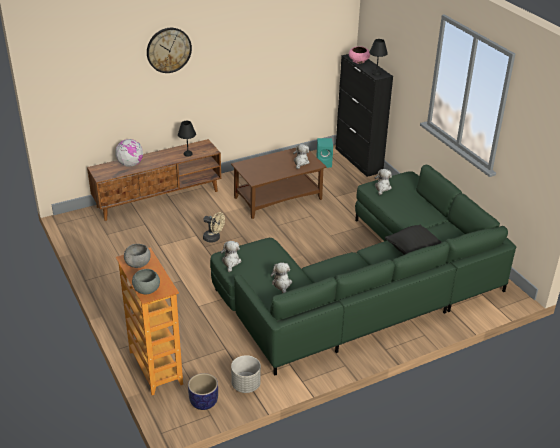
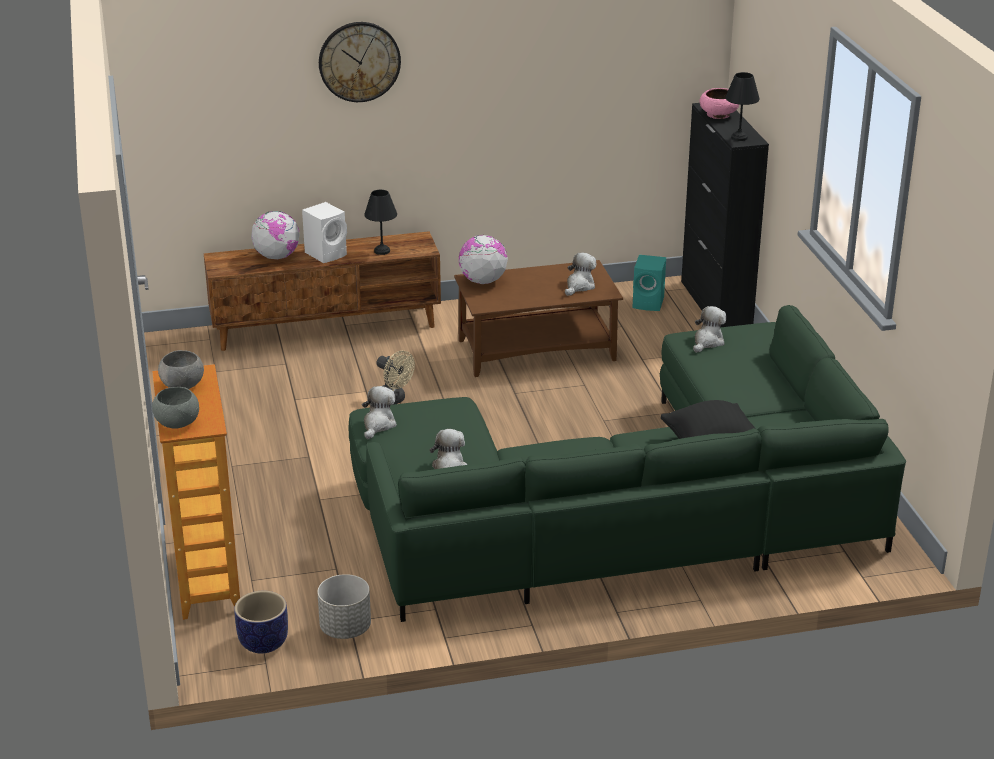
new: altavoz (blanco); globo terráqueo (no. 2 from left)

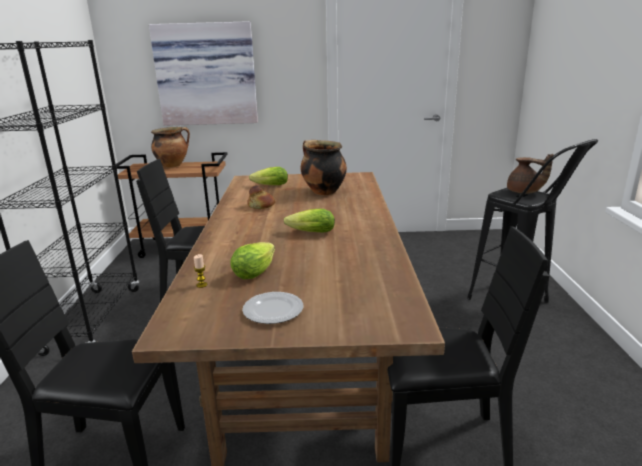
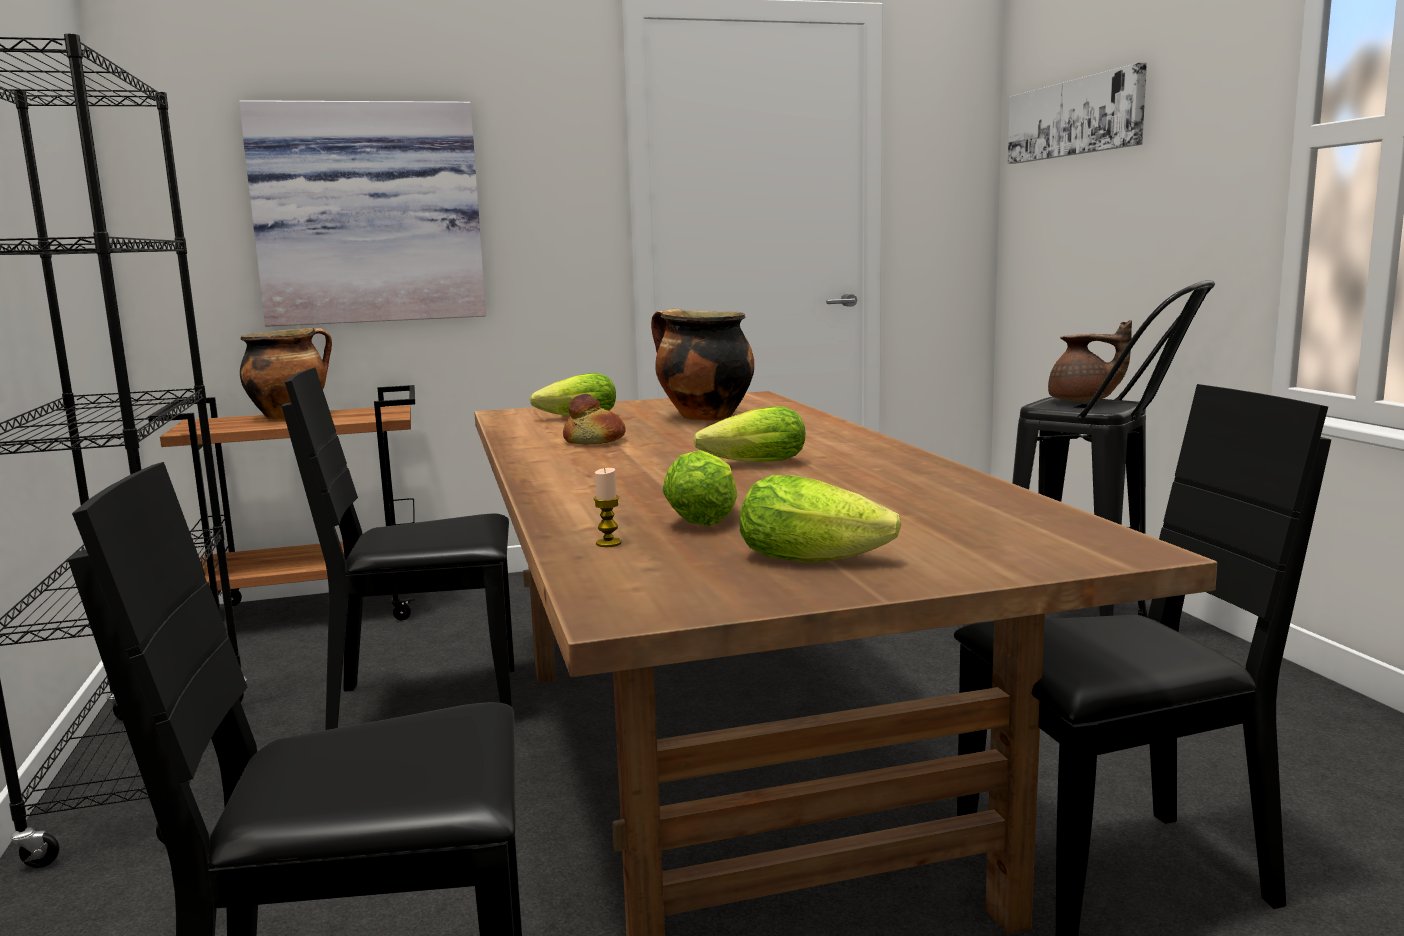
new: cuadro (no. 2 from left)
swapped: plato to lechuga (no. 4 from left)

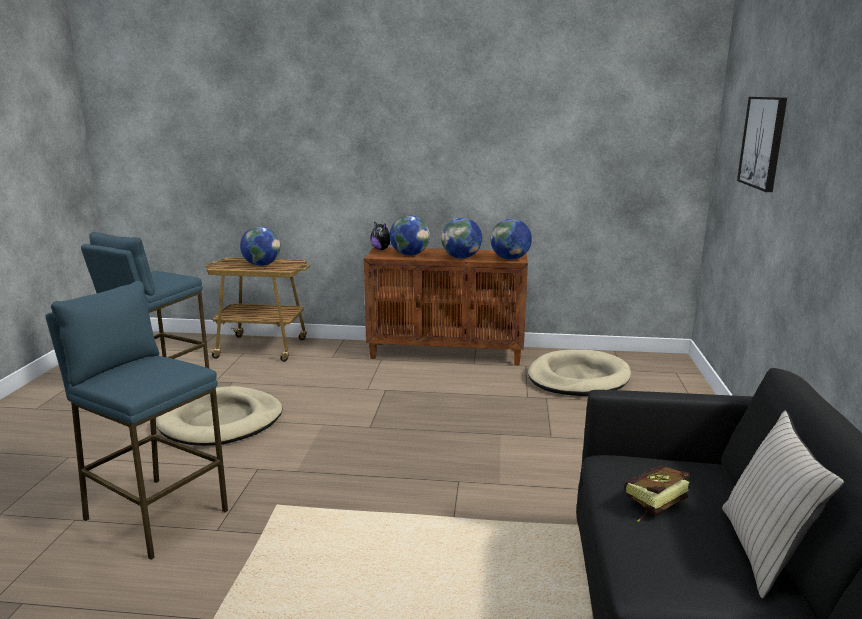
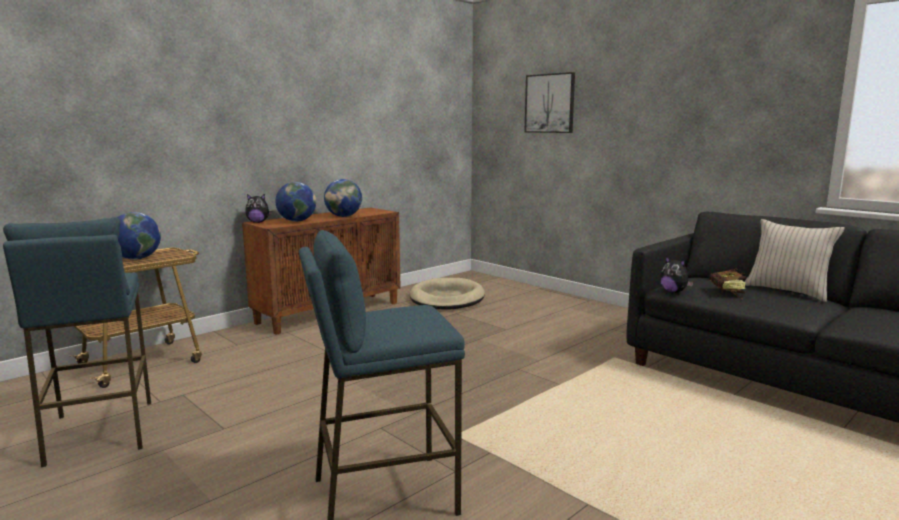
gone: cama para perro (beis) (no. 1 from left); globo terráqueo (no. 4 from left)
new: peluche (no. 2 from left)

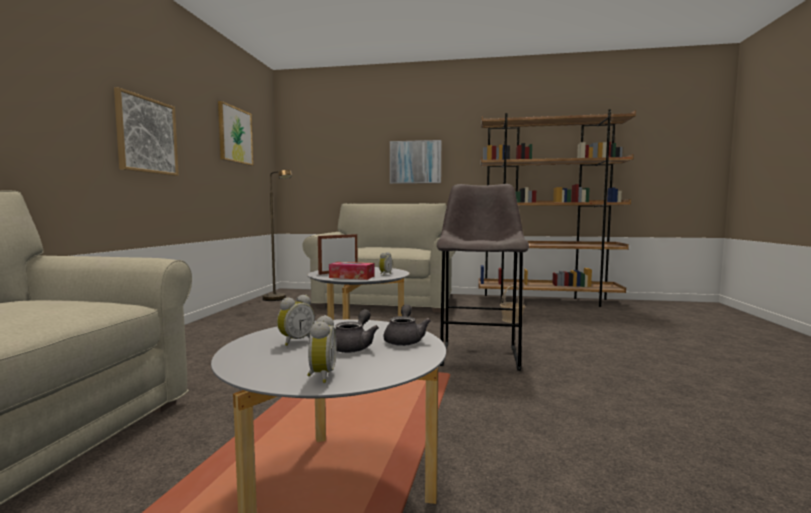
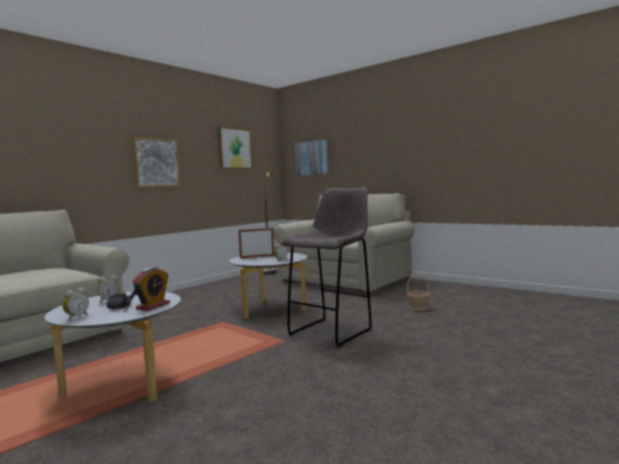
gone: caja de pañuelos; estantería (marrón)
shifted: cuadro (no. 3 from left)
swapped: tetera (gris) (no. 2 from left) to despertador (no. 3 from left)

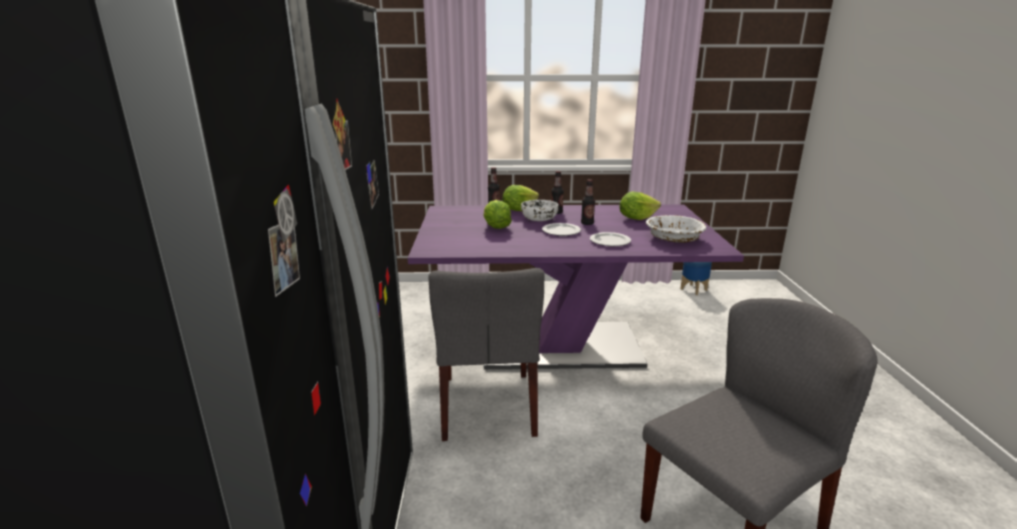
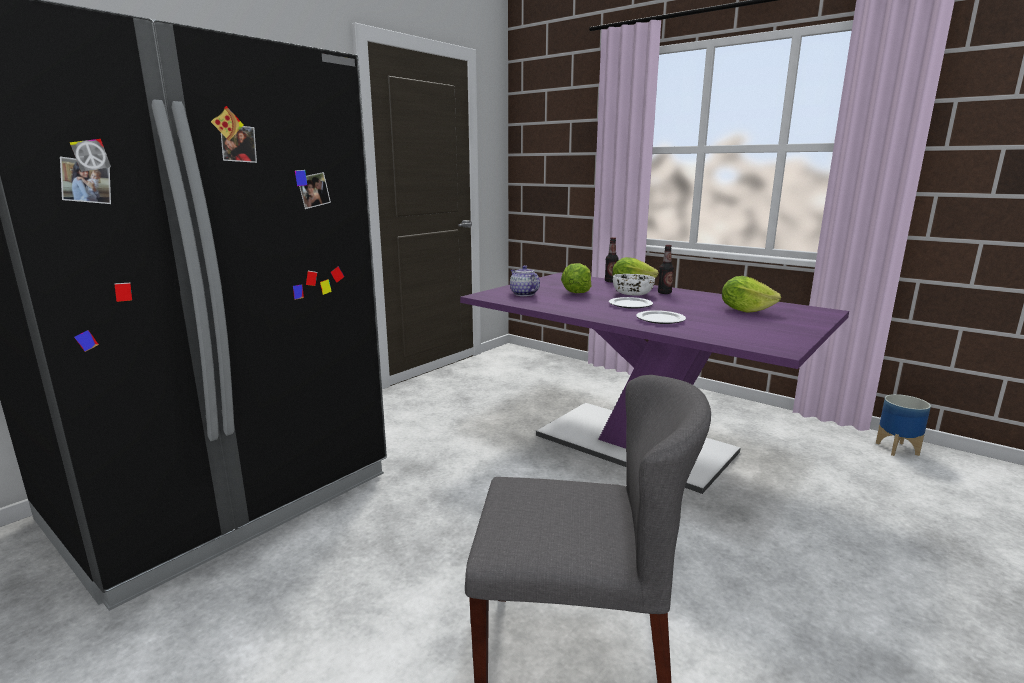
gone: silla (gris) (no. 1 from left); botella (no. 3 from left); cuenco (blanco) (no. 2 from left)
new: tetera

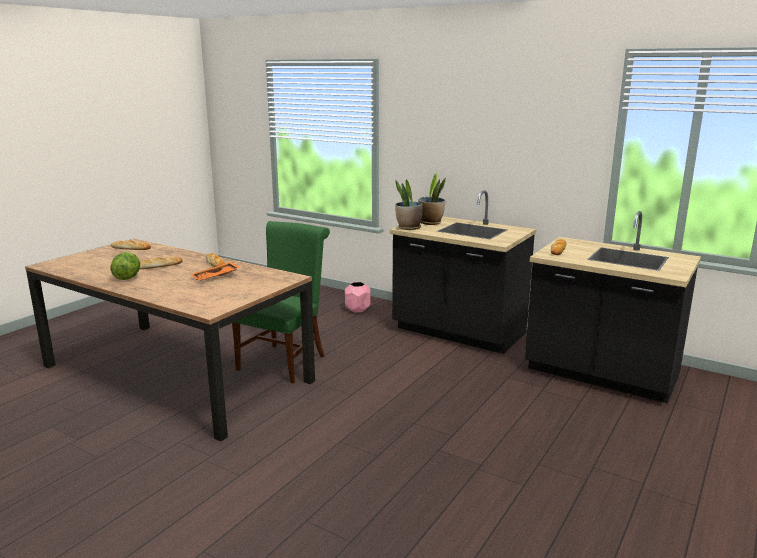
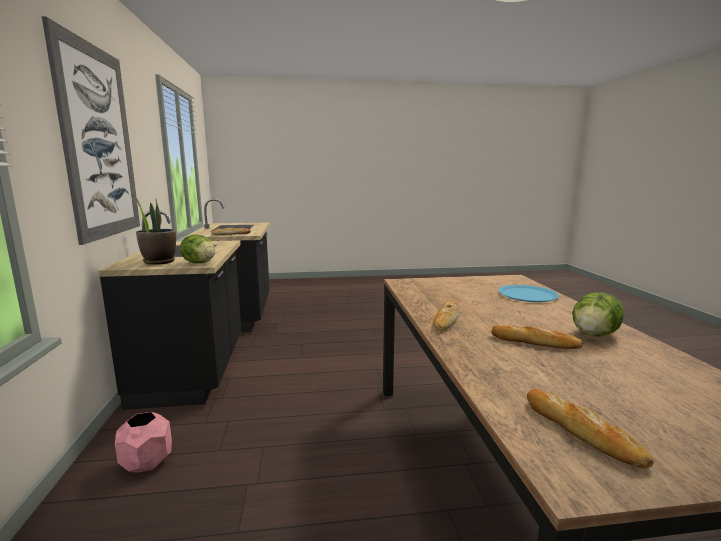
gone: bandeja (naranja); silla (verde)
new: cuadro; plato (azul)
swapped: planta en maceta (no. 1 from left) to lechuga (no. 1 from left)

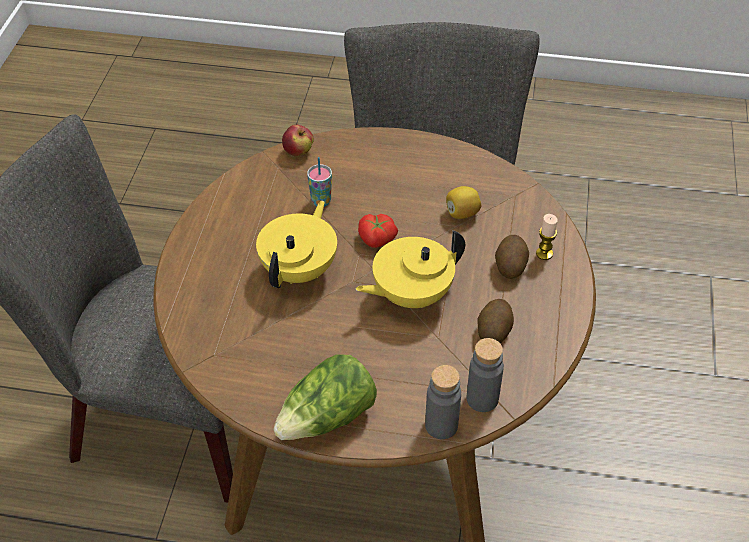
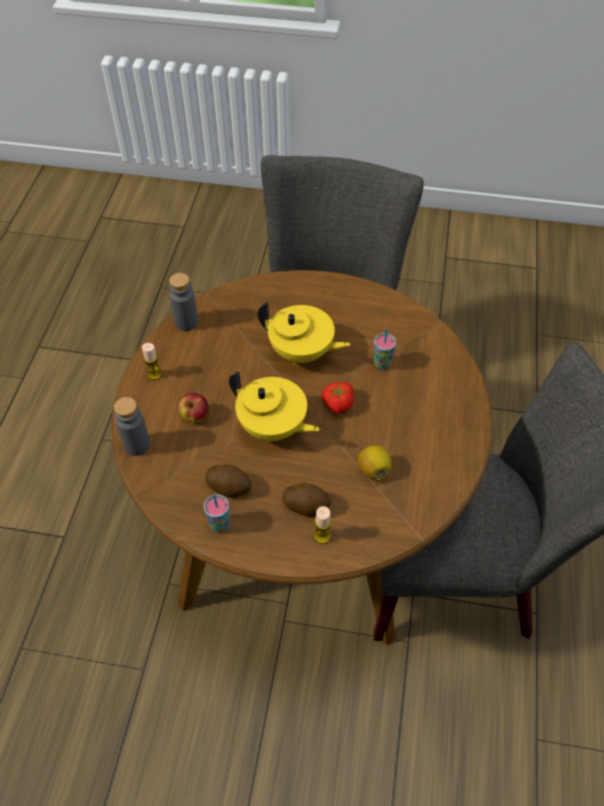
new: taza (no. 1 from left)
shifted: manzana; botella (gris) (no. 2 from left)
swapped: lechuga to vela (no. 1 from left)
rotated: tetera (amarillo) (no. 2 from left in the first image) 150 degrees clockwise

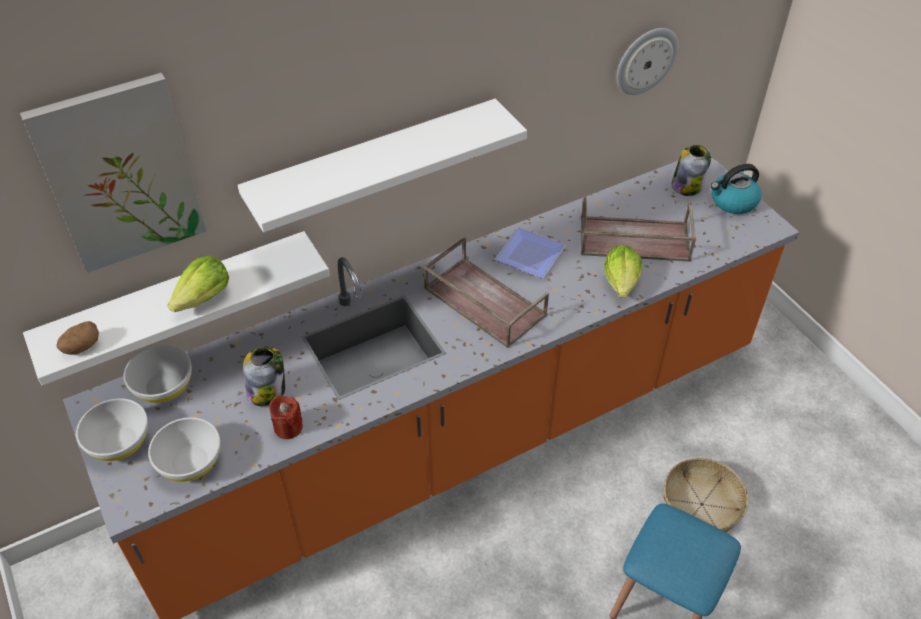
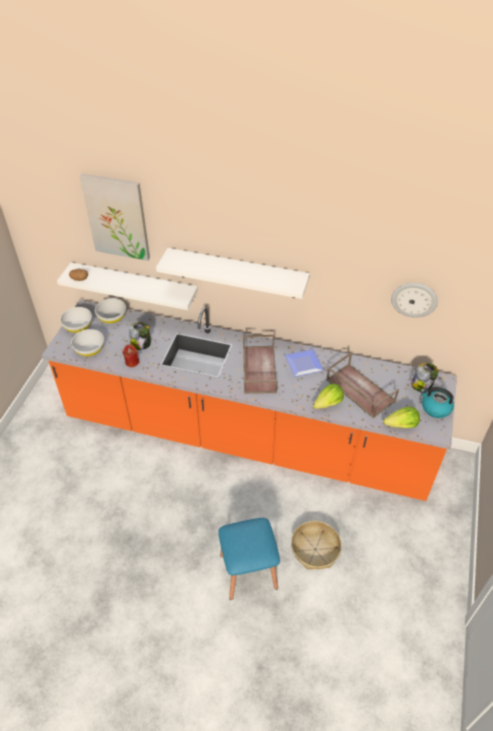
shifted: lechuga (no. 1 from left in the first image) to lechuga (no. 2 from left)

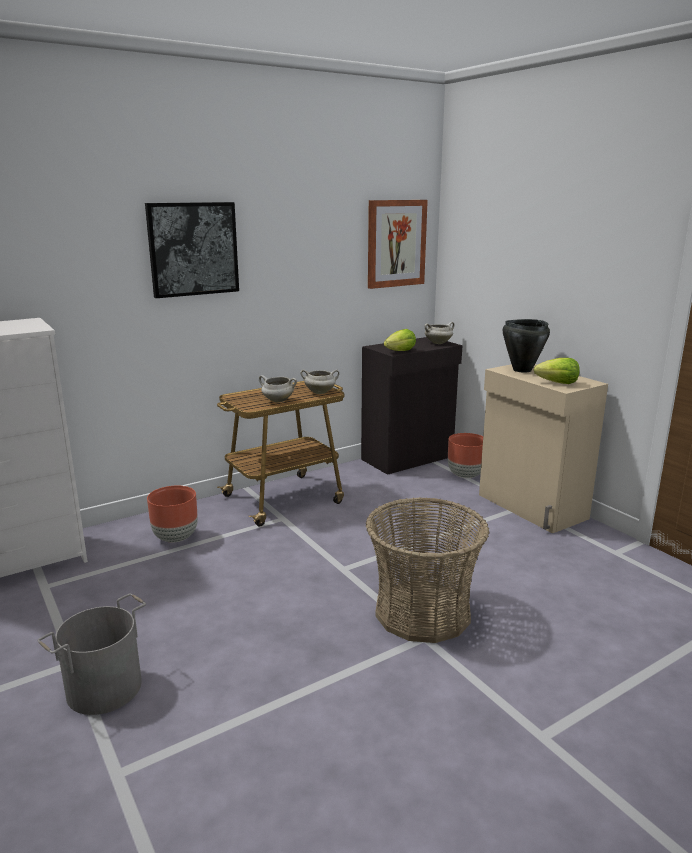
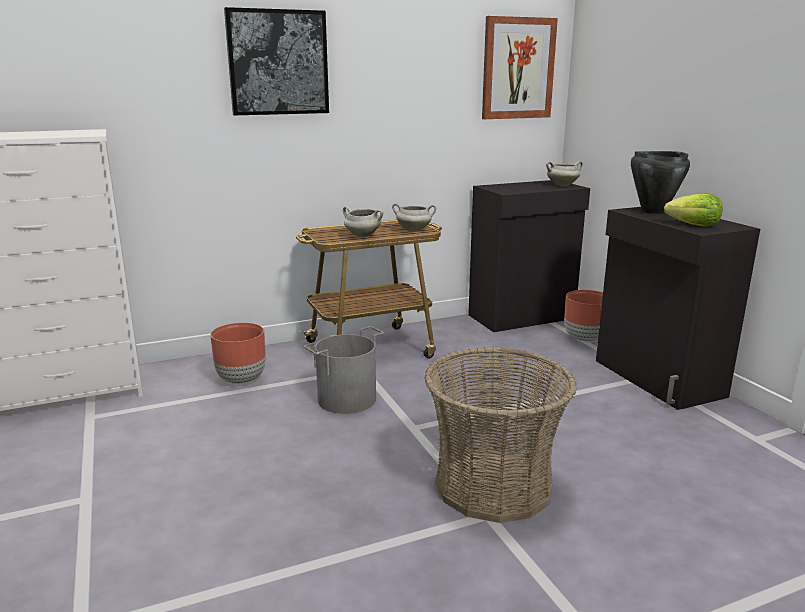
gone: lechuga (no. 1 from left)
shifted: cubo (gris)
repainted: armario (beis) to armario (negro) (no. 2 from left)

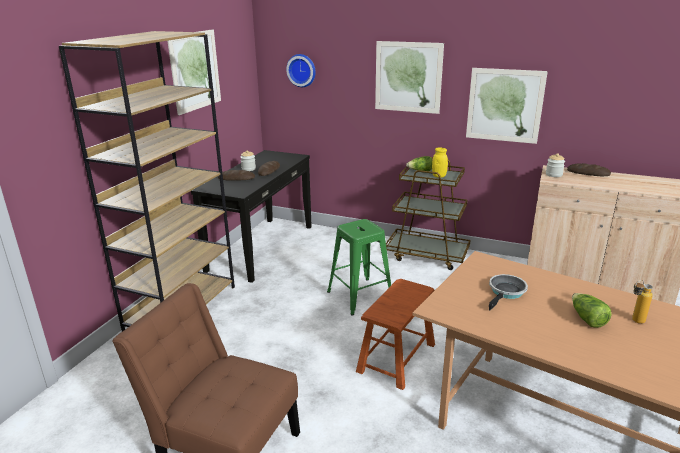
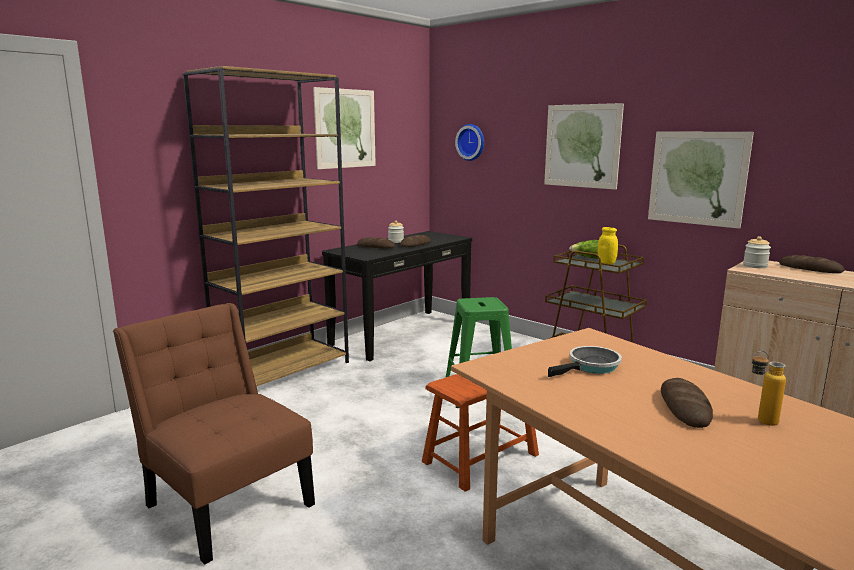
swapped: lechuga (no. 2 from left) to pan (no. 3 from left)

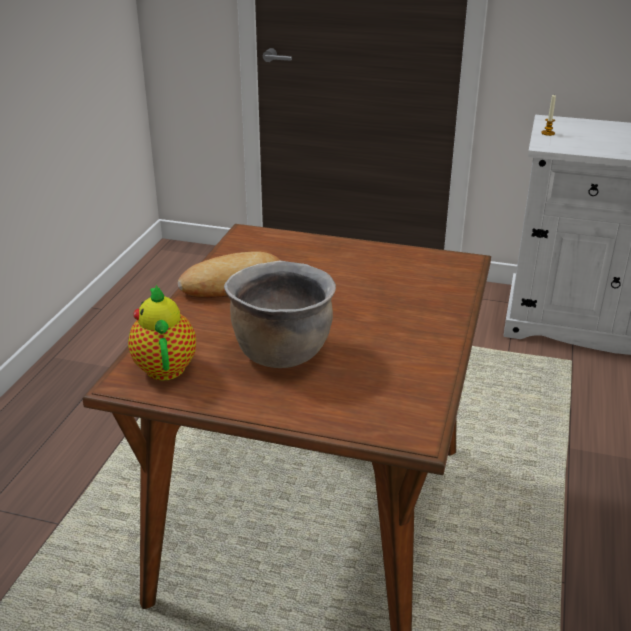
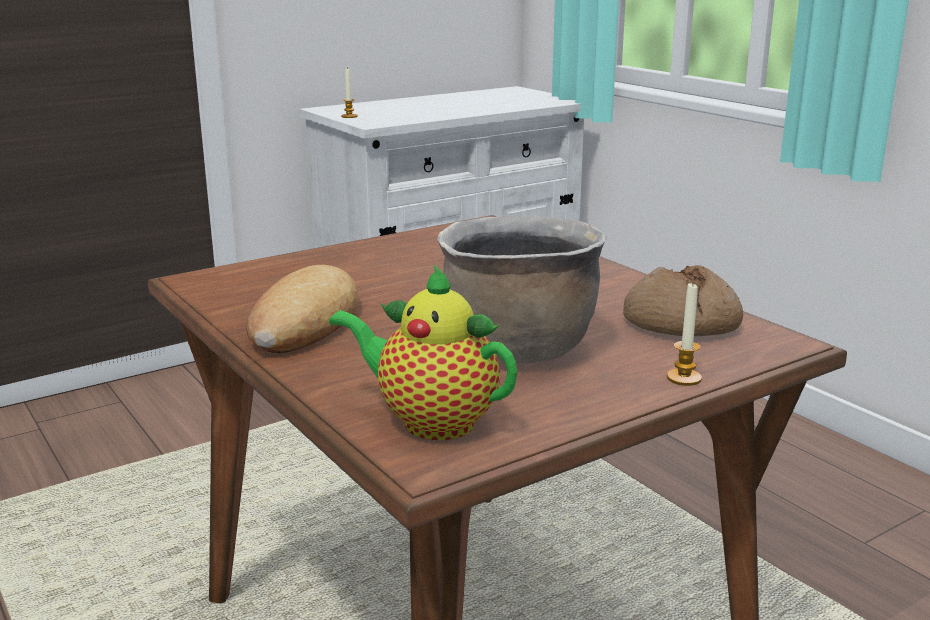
new: pan (no. 2 from left); vela (no. 2 from left)

